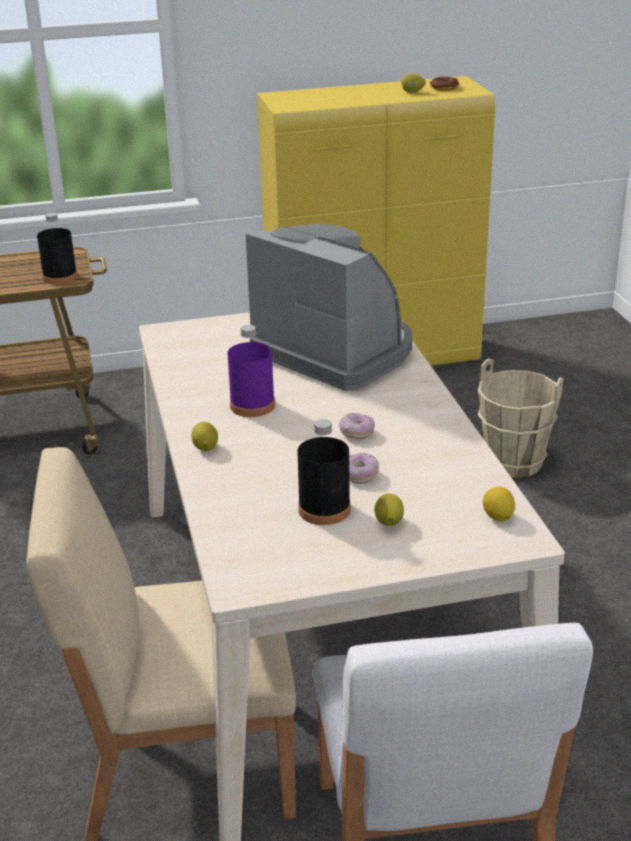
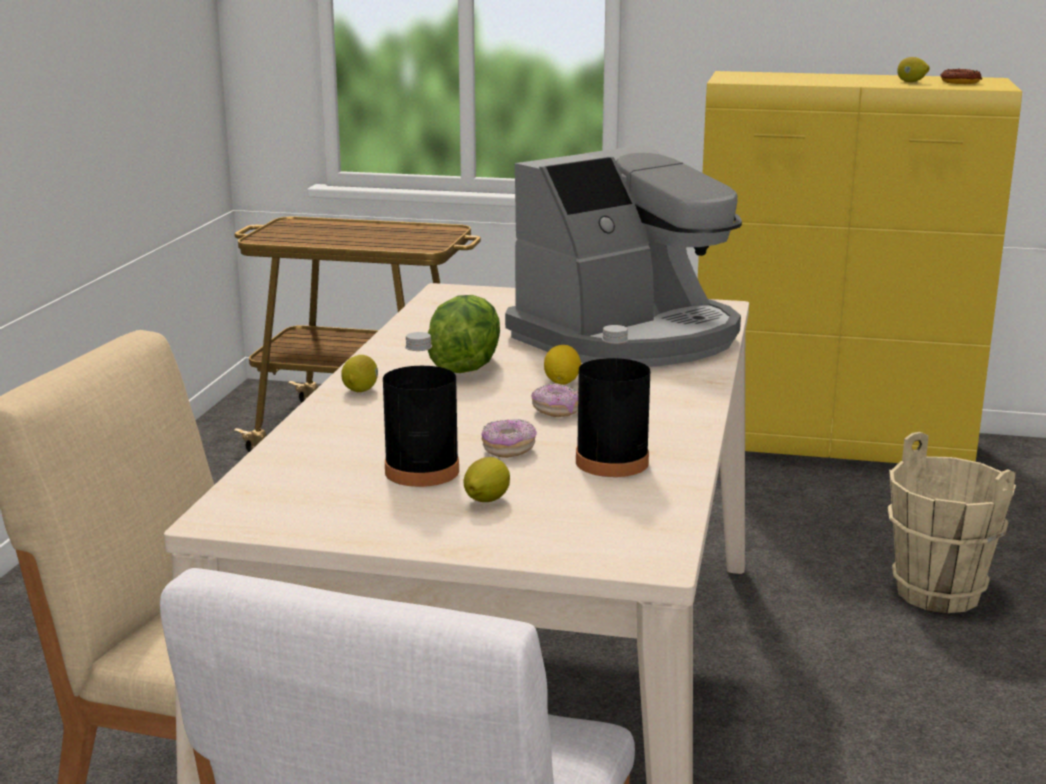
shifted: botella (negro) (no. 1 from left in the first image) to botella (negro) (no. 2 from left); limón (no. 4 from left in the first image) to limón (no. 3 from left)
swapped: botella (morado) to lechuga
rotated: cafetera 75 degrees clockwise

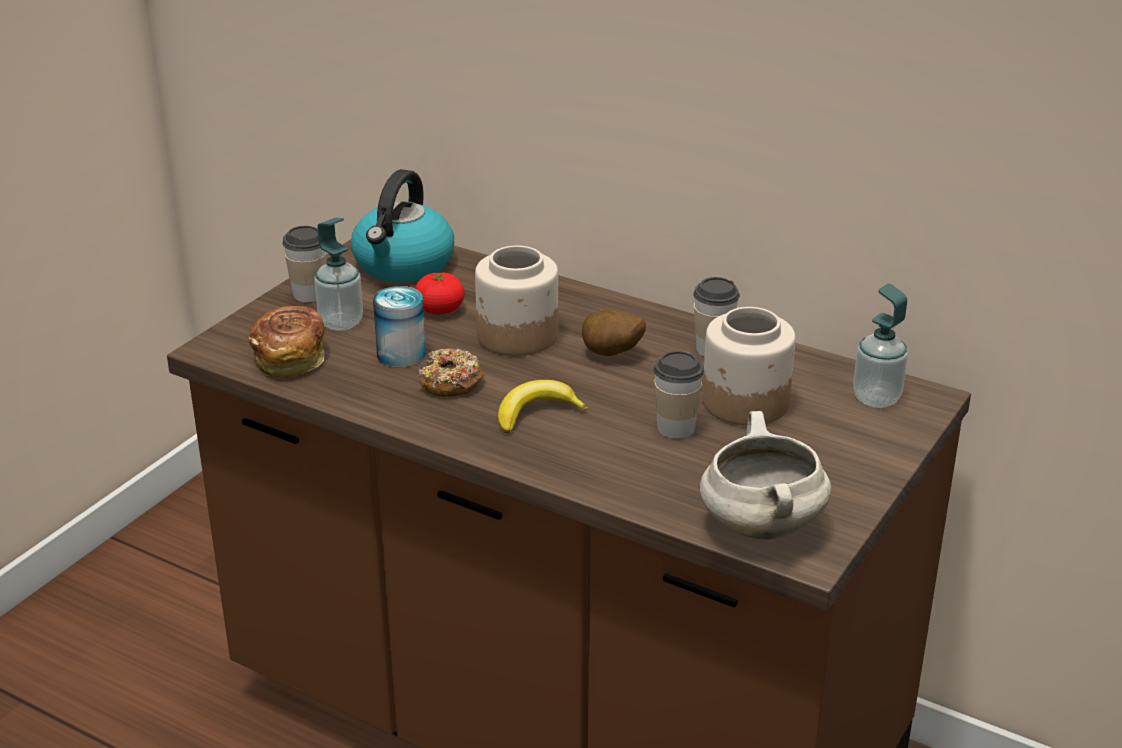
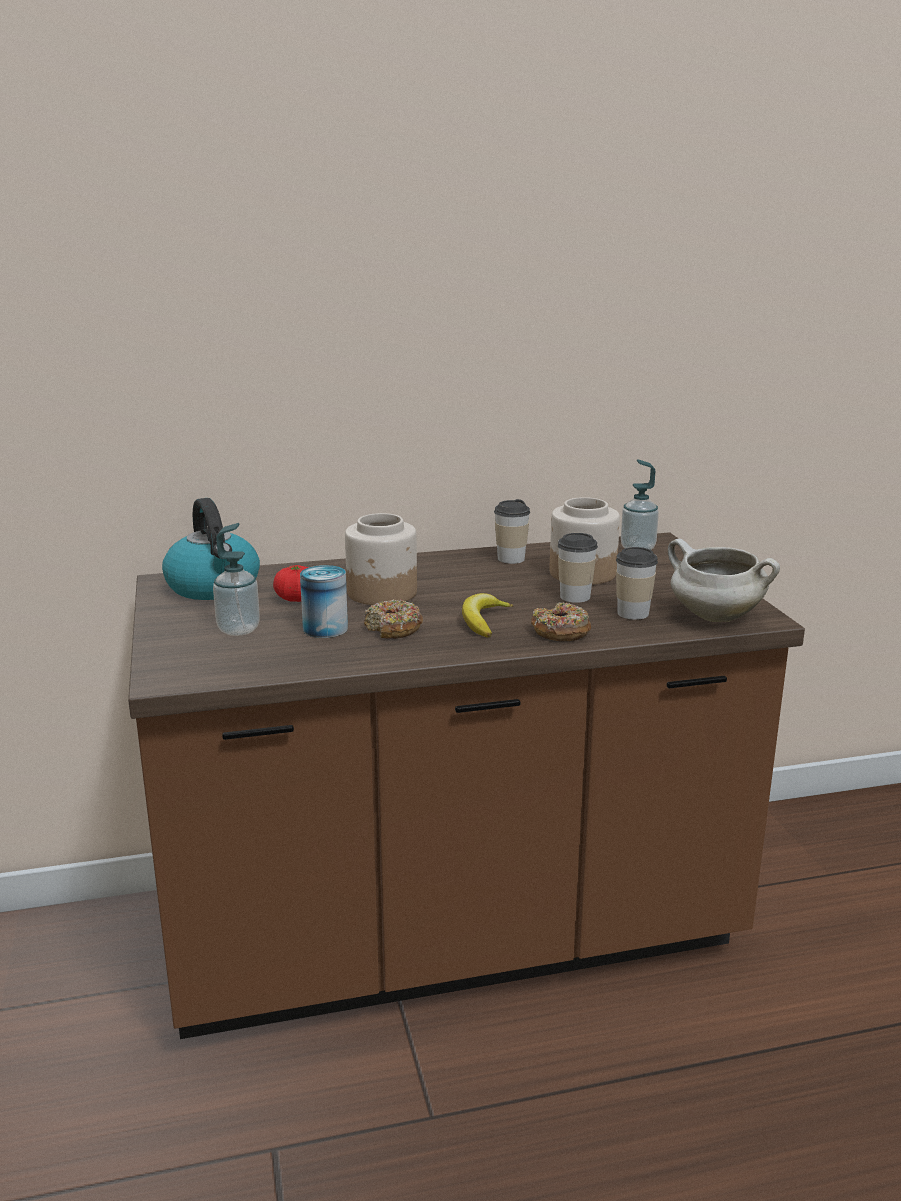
gone: pan; patata
new: rosquilla (no. 2 from left)
shifted: taza (no. 1 from left in the first image) to taza (no. 3 from left)

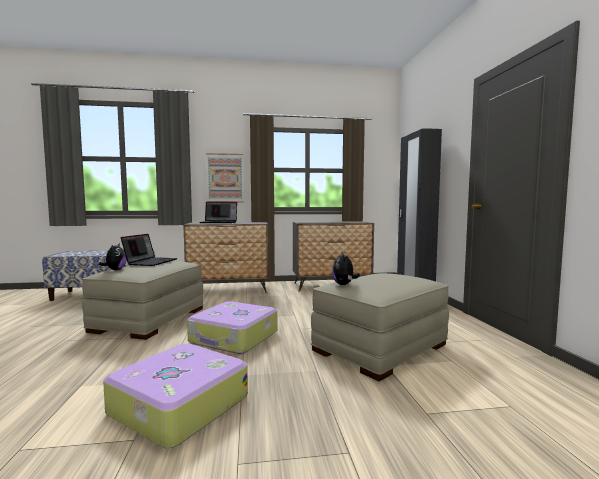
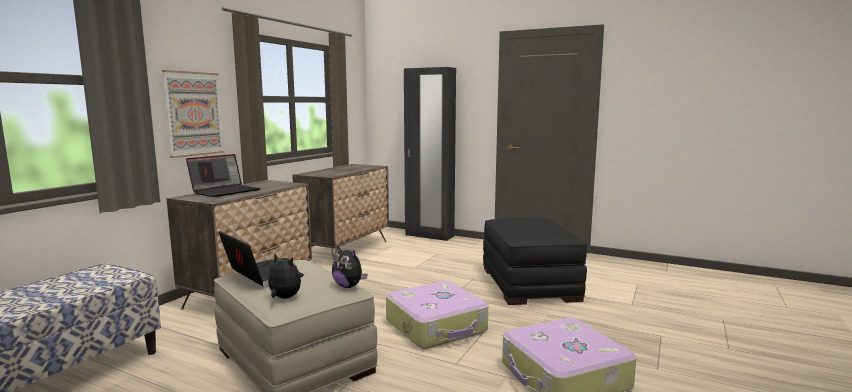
shifted: peluche (no. 2 from left)
repainted: puf (beis) (no. 2 from left) to puf (negro)

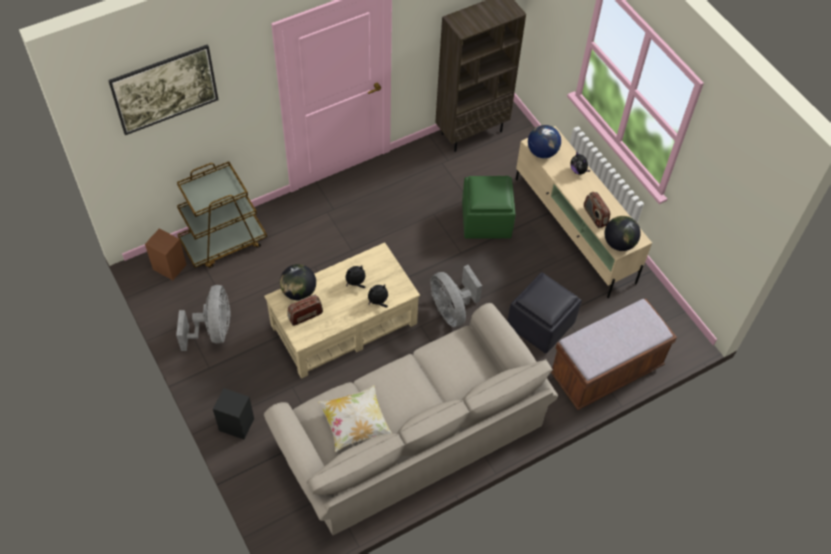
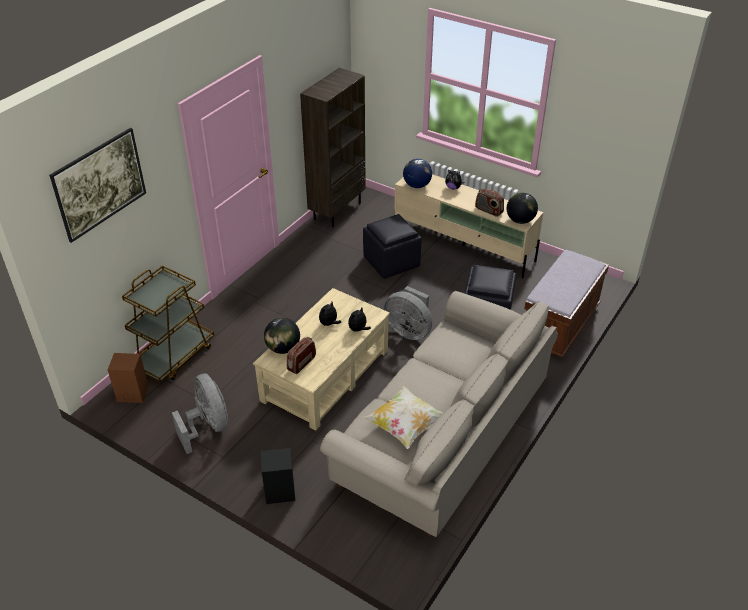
repainted: puf (verde) to puf (negro) (no. 1 from left)

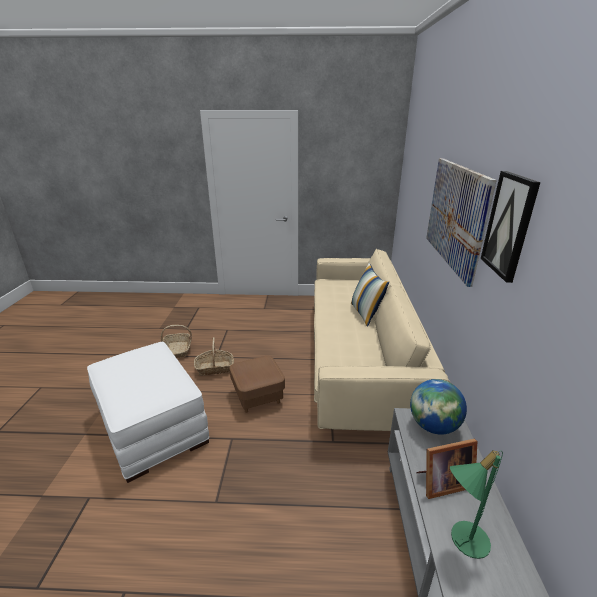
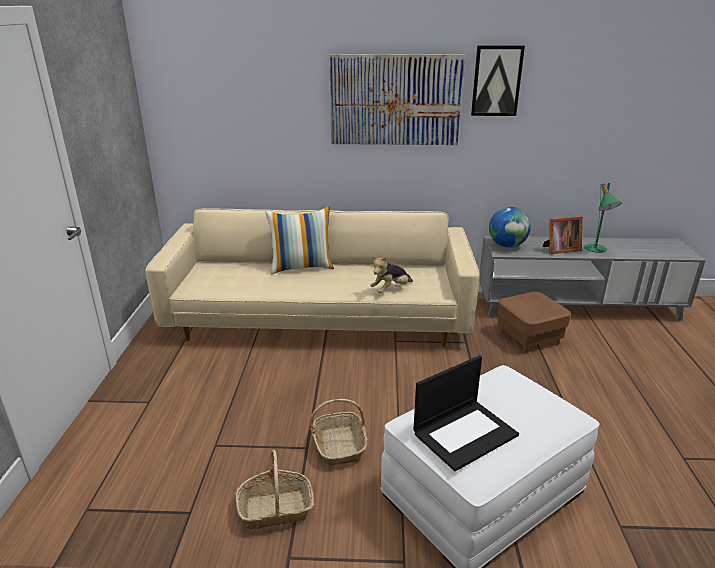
new: peluche; portátil
shifted: puf (marrón)
rotated: portarretratos 90 degrees clockwise

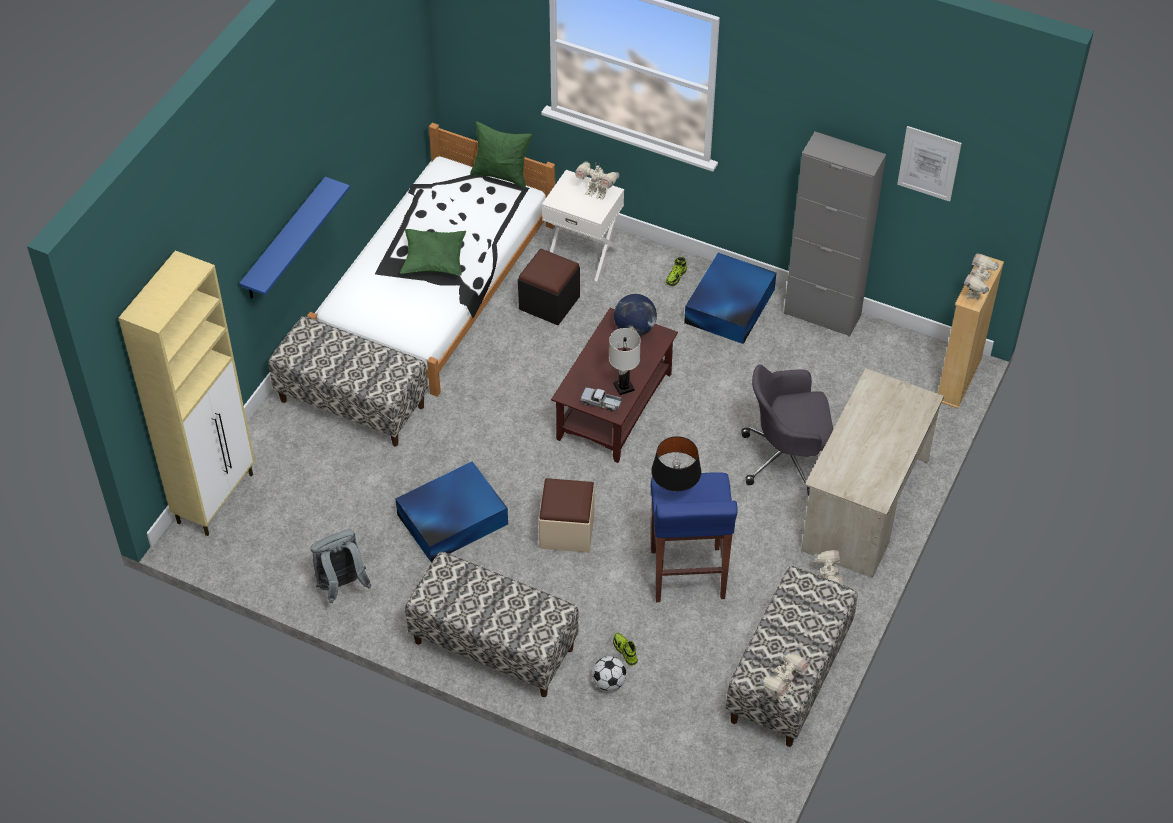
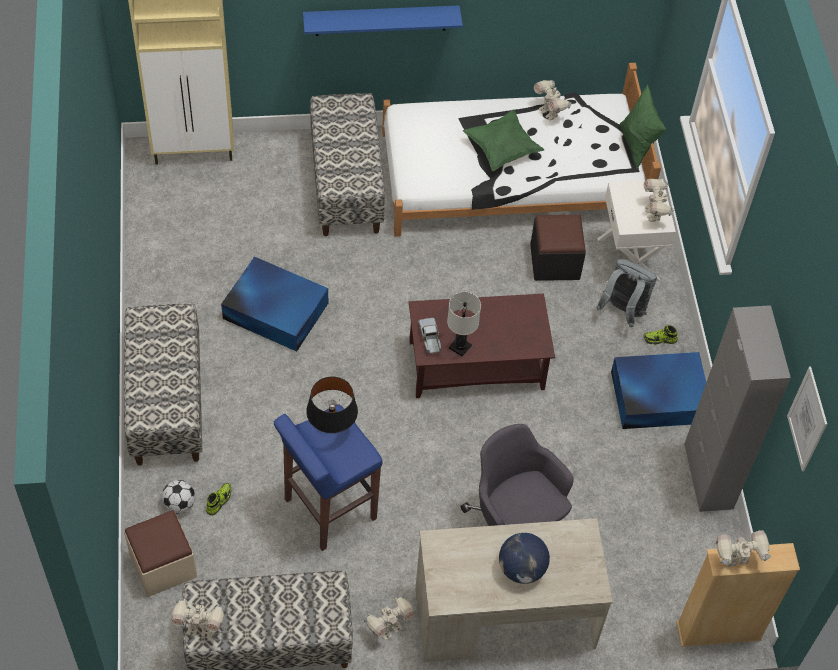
new: robot de juguete (no. 3 from left)
shifted: mochila (gris); puf (beis); globo terráqueo

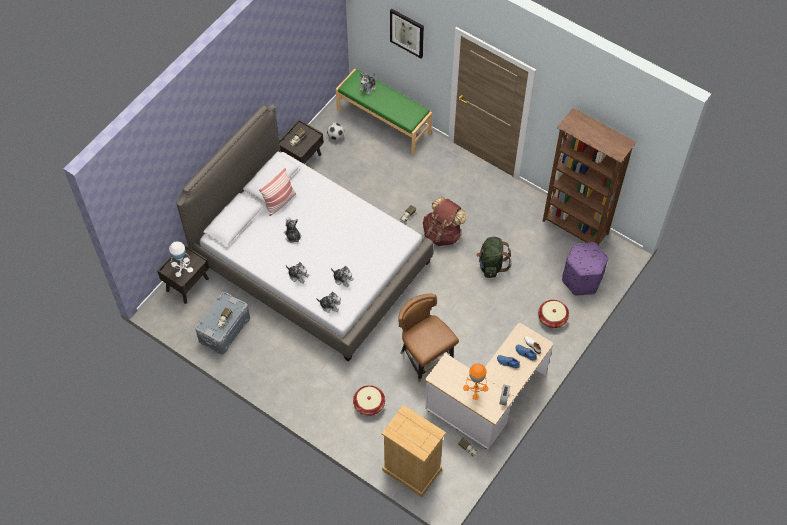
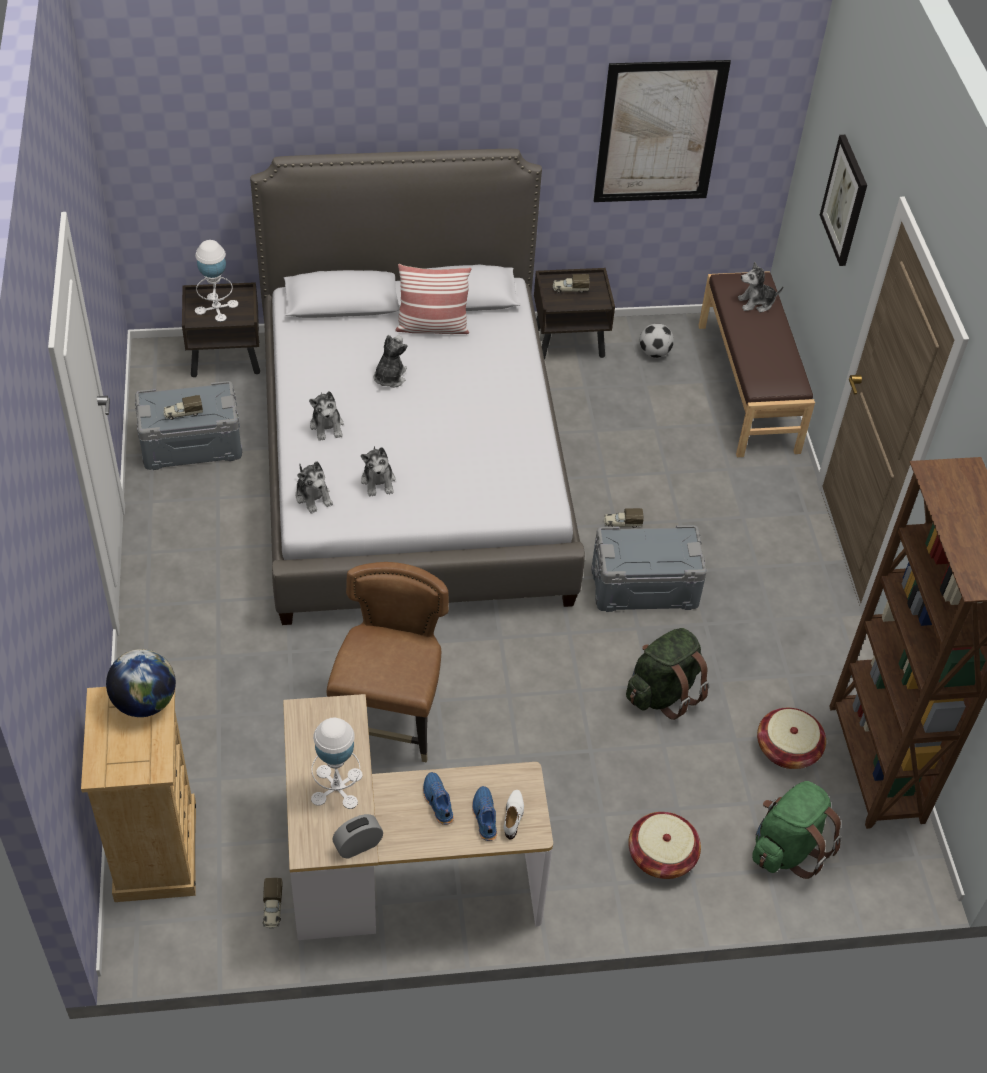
new: globo terráqueo; cuadro (no. 1 from left)
shifted: cesta (no. 1 from left in the first image) to cesta (no. 2 from left)
swapped: mochila (marrón) to caja de almacenaje (gris) (no. 2 from left); puf (morado) to mochila (verde) (no. 2 from left)
repainted: banco (verde) to banco (marrón); lámpara de mesa (naranja) to lámpara de mesa (blanco) (no. 2 from left)

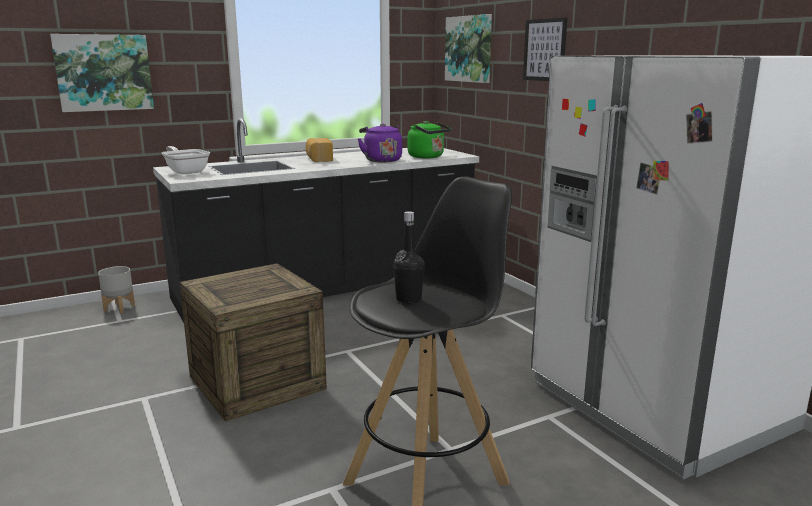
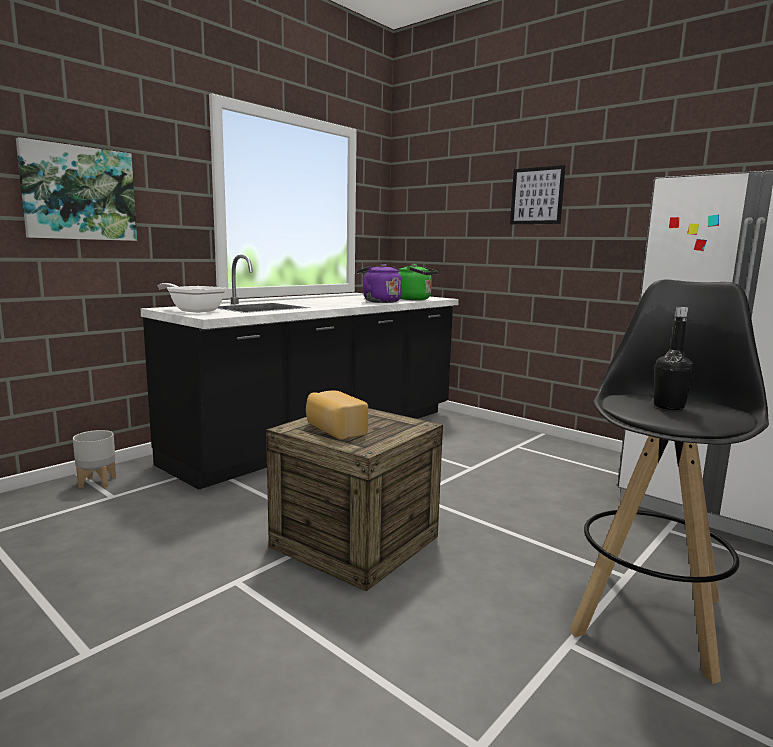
gone: cuadro (no. 2 from left)
shifted: pan

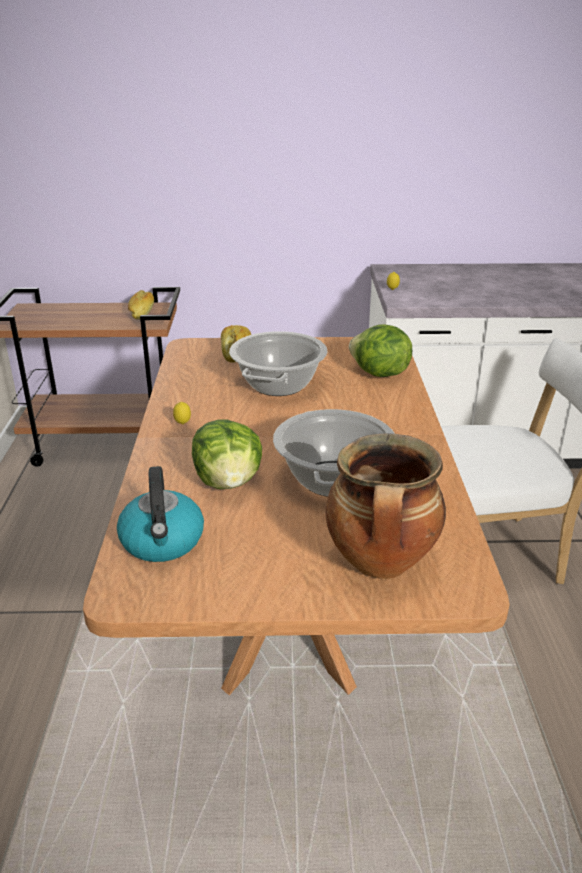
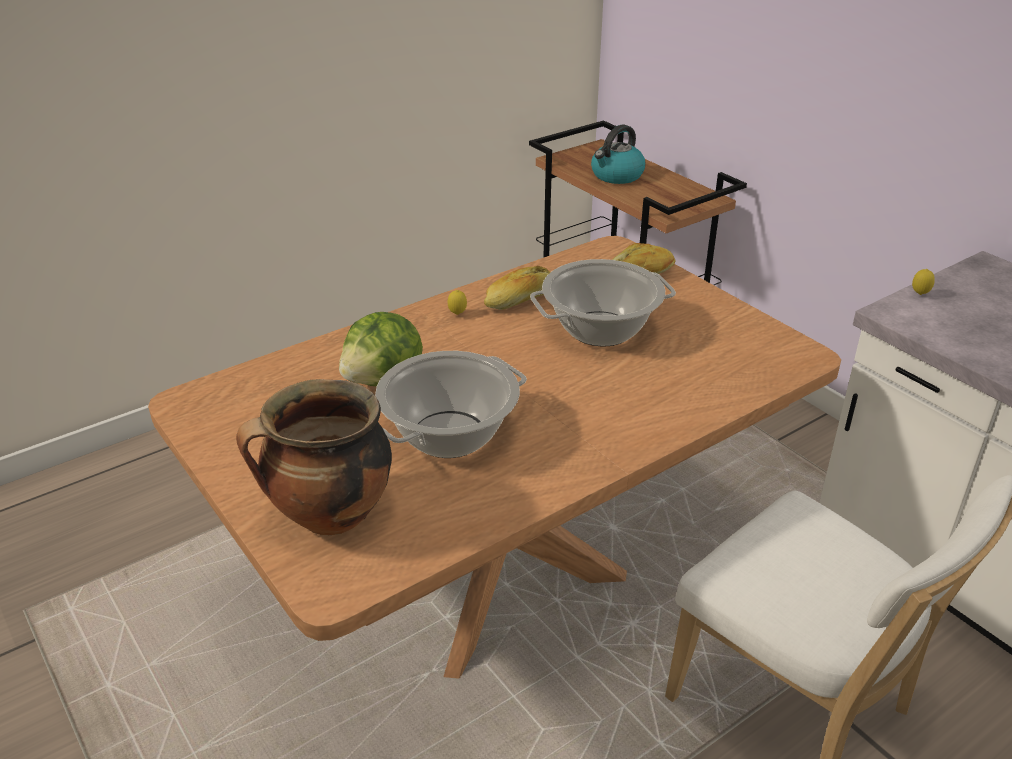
gone: lechuga (no. 2 from left)
shifted: hervidor; pan (no. 1 from left)

